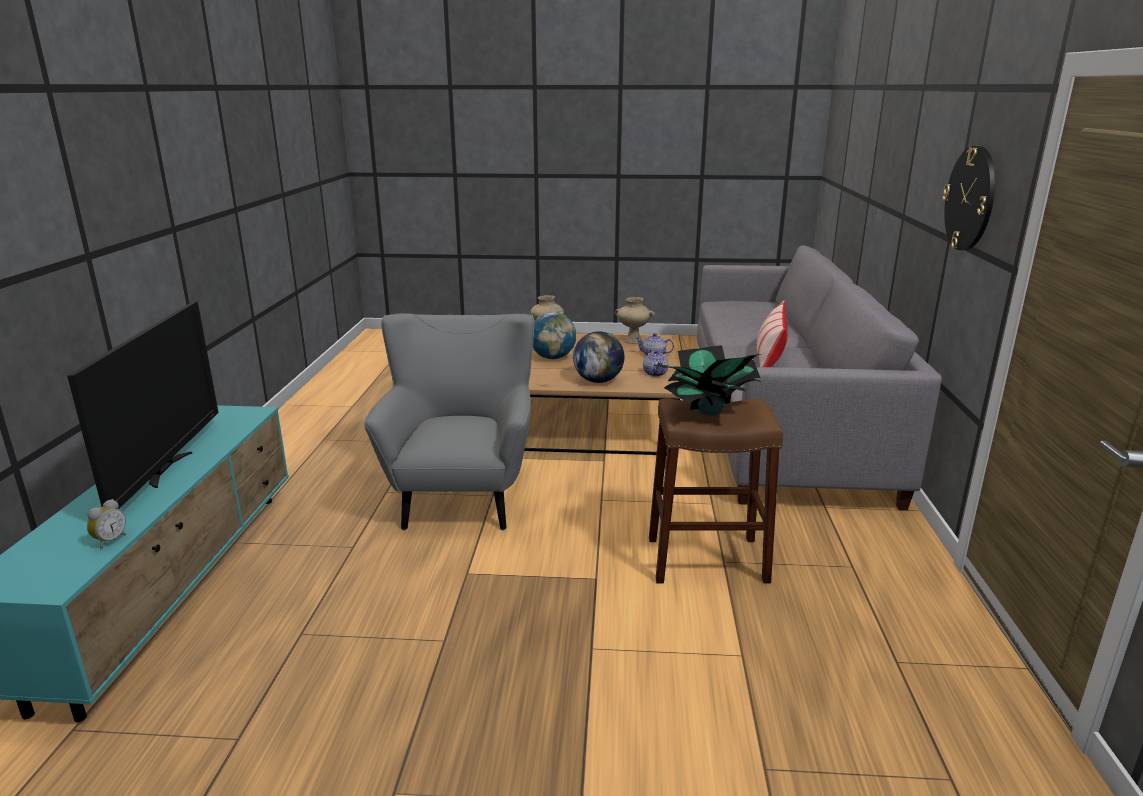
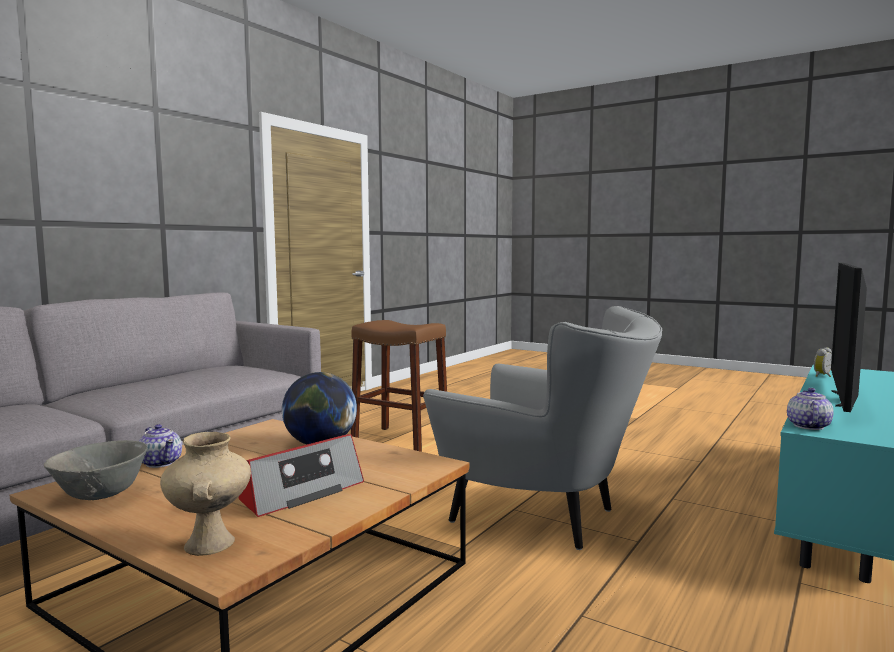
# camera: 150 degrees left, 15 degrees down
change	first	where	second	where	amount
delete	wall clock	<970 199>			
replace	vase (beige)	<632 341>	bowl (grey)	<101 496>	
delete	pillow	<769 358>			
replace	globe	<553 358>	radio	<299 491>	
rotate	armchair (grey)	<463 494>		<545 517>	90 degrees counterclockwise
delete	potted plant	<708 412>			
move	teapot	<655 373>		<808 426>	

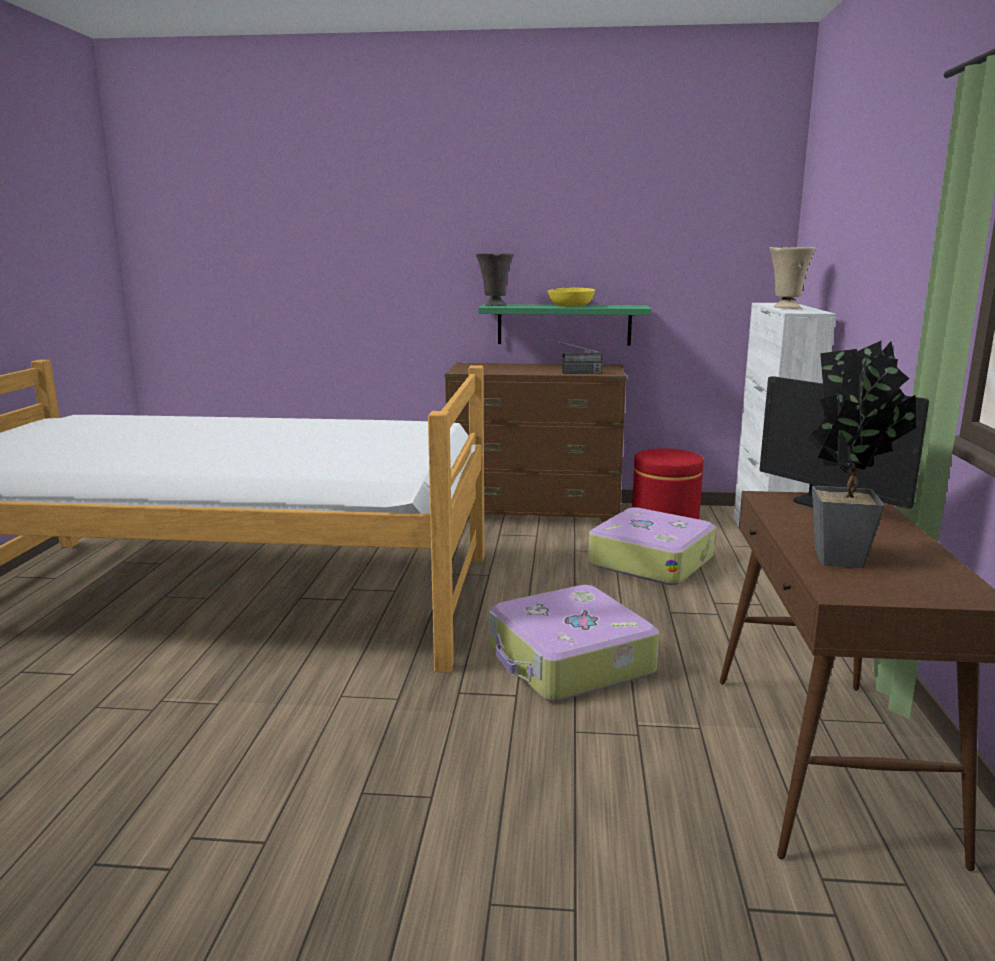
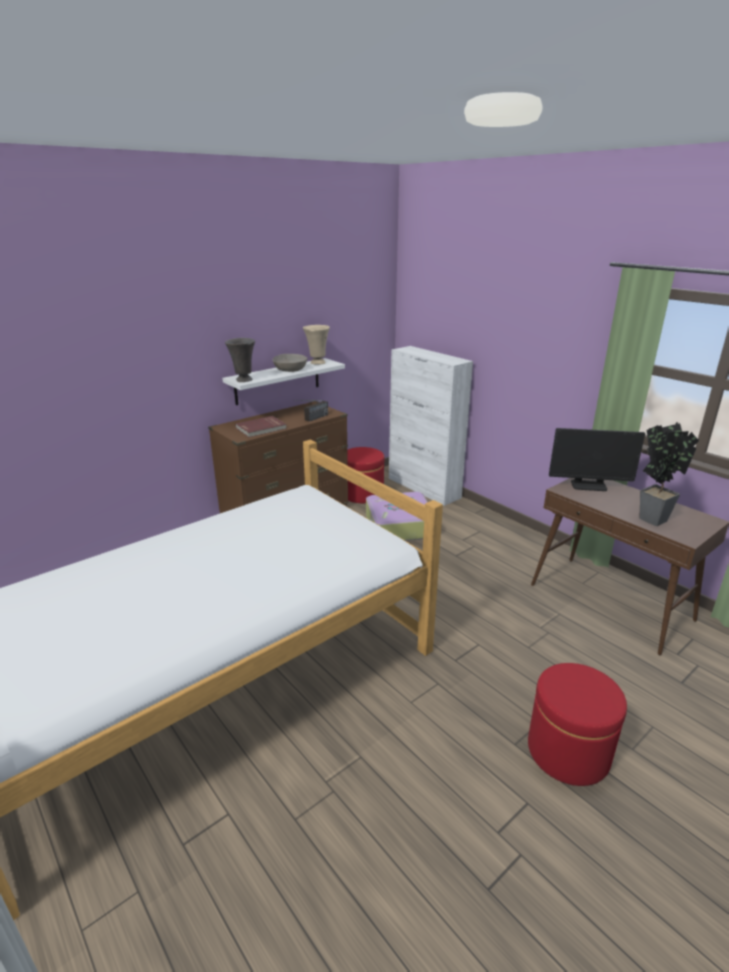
# camera: 45 degrees left, 10 degrees up
change	first	where	second	where	amount
move	vase (beige)	<786 308>		<317 363>	
recolor	bowl (yellow)	<571 306>	bowl (grey)	<290 369>	
recolor	shelf (green)	<564 324>	shelf (white)	<277 381>	
delete	suitcase	<569 662>			
insert			book (red)	<261 428>	
insert			ottoman (red)	<568 751>	

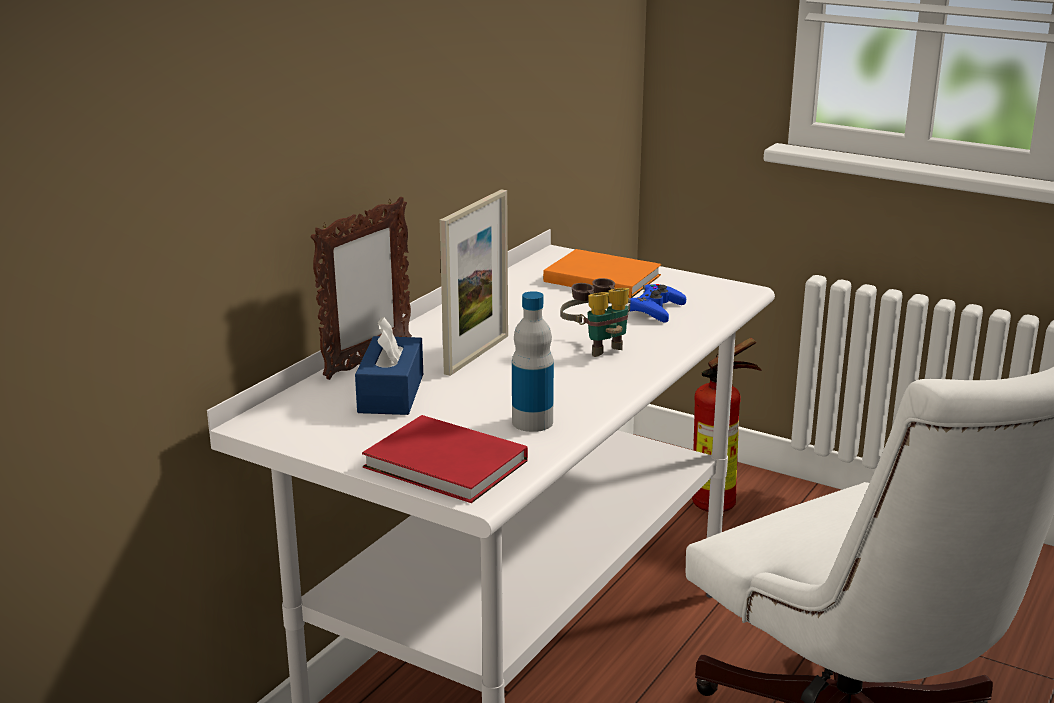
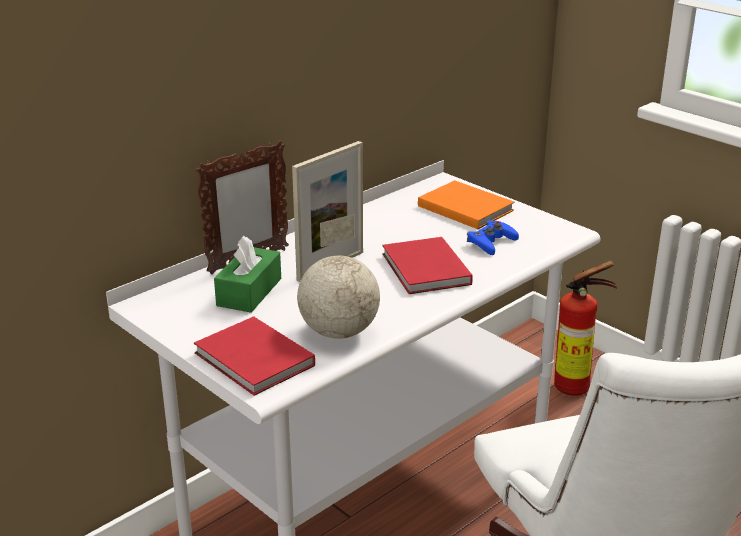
# camera: 15 degrees right, 5 degrees up
change	first	where	second	where	amount
replace	binoculars	<596 346>	book (red)	<425 270>	
replace	bottle	<532 422>	globe	<338 332>	
recolor	tissue box (blue)	<391 393>	tissue box (green)	<249 292>	

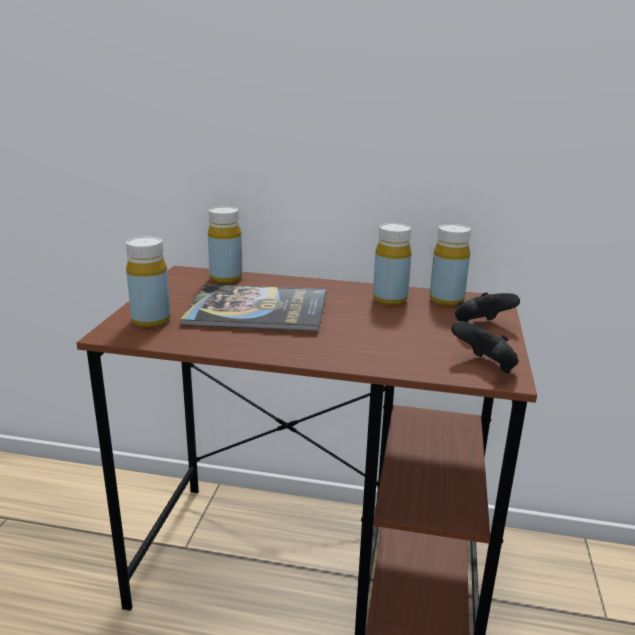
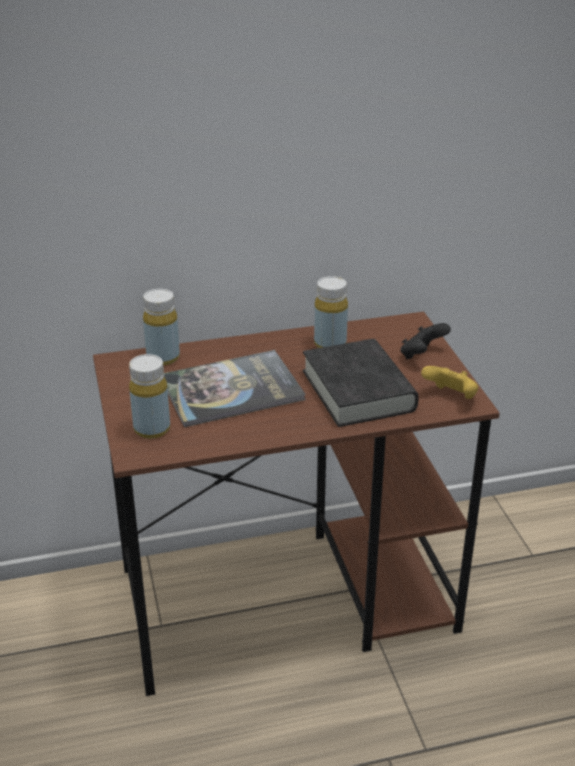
# camera: 25 degrees left, 10 degrees up
change	first	where	second	where	amount
delete	bottle (yellow)	<446 300>			
recolor	game controller (black)	<485 366>	game controller (yellow)	<451 397>	
insert			book (black)	<358 391>	

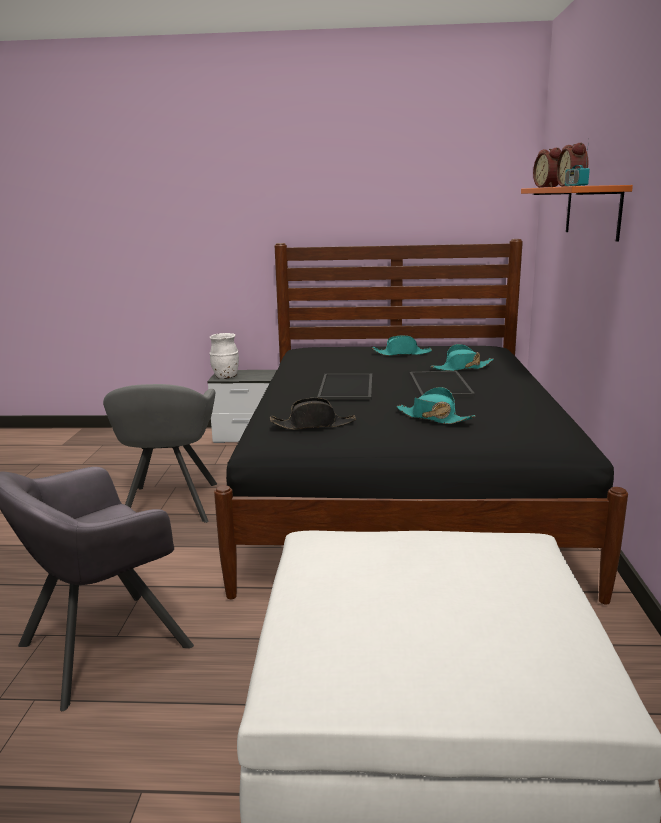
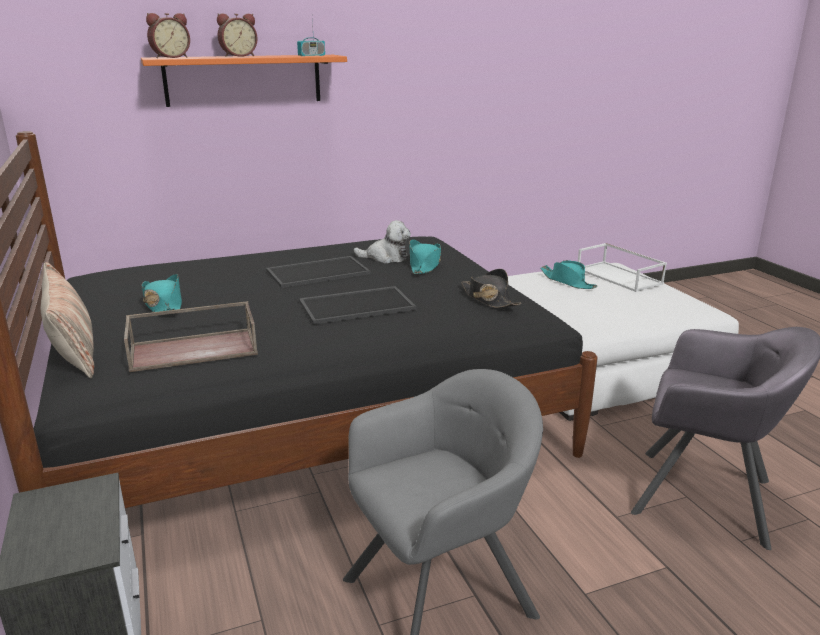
# camera: 115 degrees left, 5 degrees up
change	first	where	second	where	amount
delete	vase (white)	<225 377>			
move	hat (turquoise)	<462 368>		<567 281>	
insert			plush toy	<386 258>	
insert			tray (white)	<620 276>	
insert			pillow	<72 347>	
insert			tray (brown)	<195 349>	

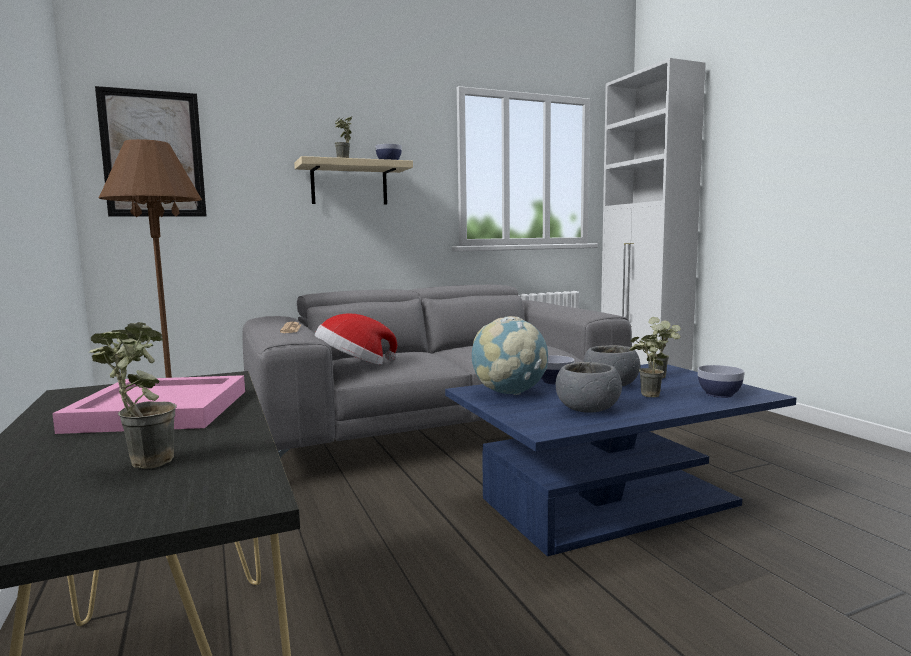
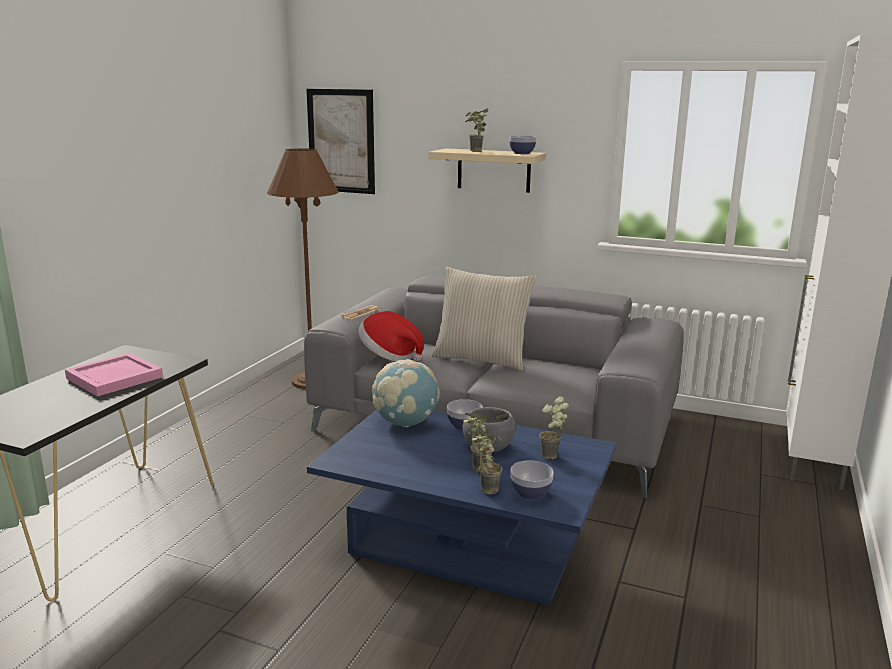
# camera: 45 degrees right, 10 degrees up
change	first	where	second	where	amount
move	potted plant	<138 464>		<484 489>	
delete	bowl (grey)	<588 409>			
insert			pillow (beige)	<481 359>	

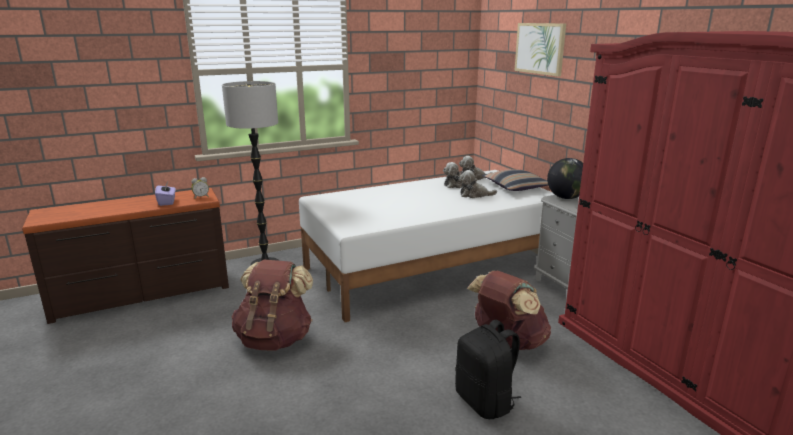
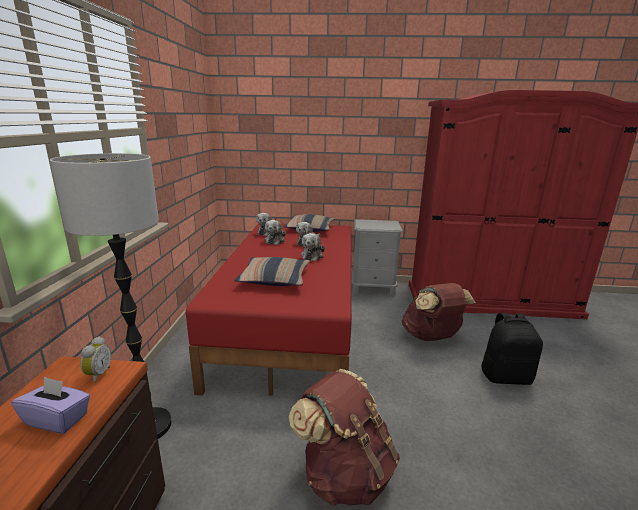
# camera: 60 degrees left, 0 degrees up
change	first	where	second	where	amount
delete	picture	<540 48>			
delete	globe	<566 198>			
recolor	bed (white)	<433 268>	bed (red)	<292 322>	
insert			plush toy	<313 255>	
insert			pillow	<274 279>	

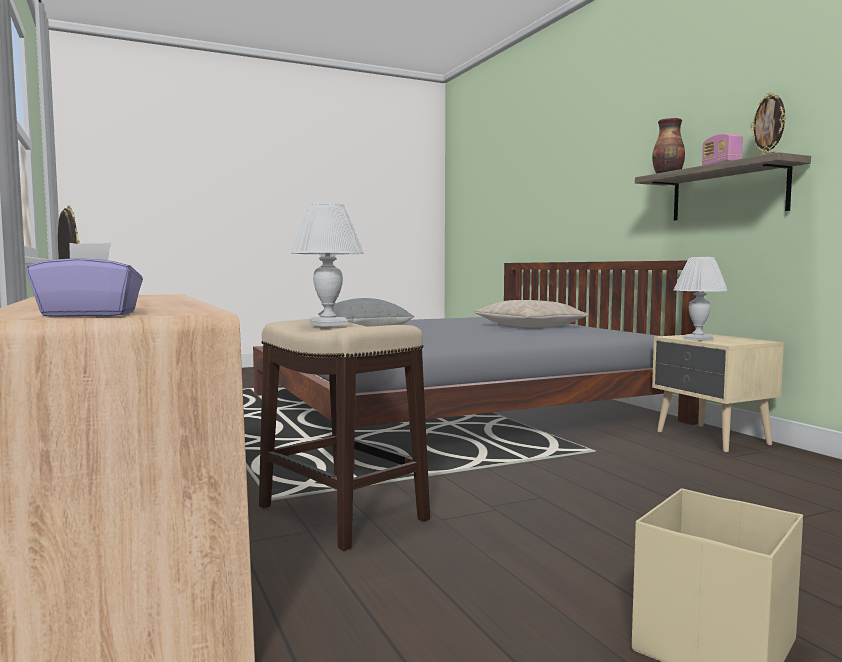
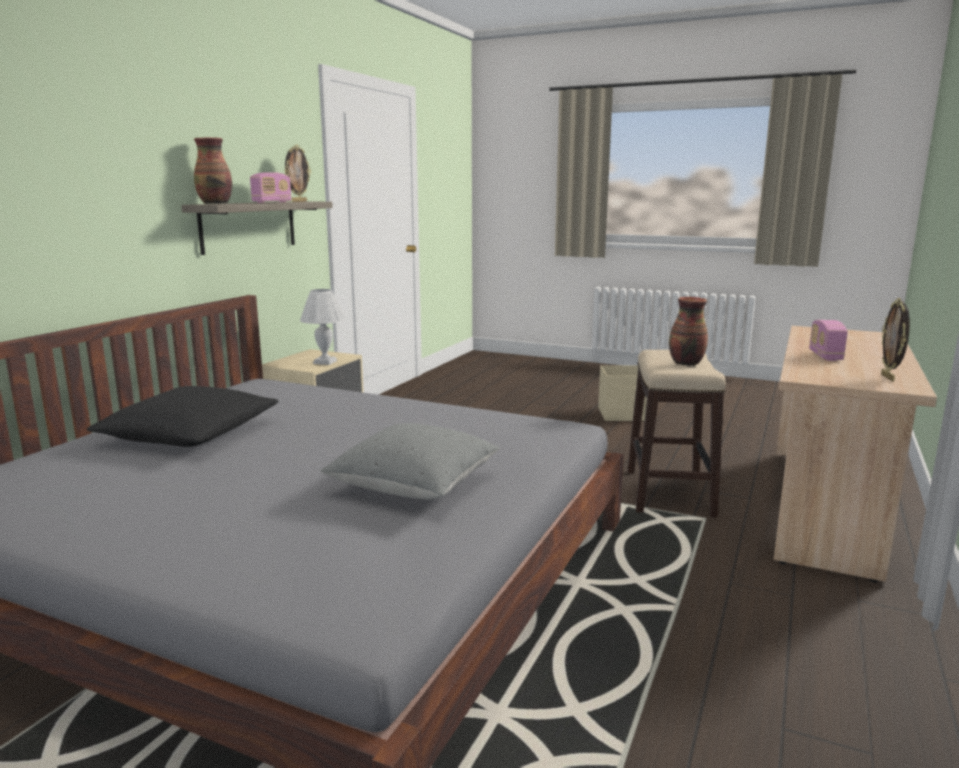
# camera: 130 degrees left, 10 degrees up
change	first	where	second	where	amount
replace	table lamp (white)	<329 324>	vase	<685 363>	
delete	tissue box (purple)	<90 315>			
recolor	pillow (beige)	<529 326>	pillow (black)	<189 434>	
insert			radio	<825 356>	

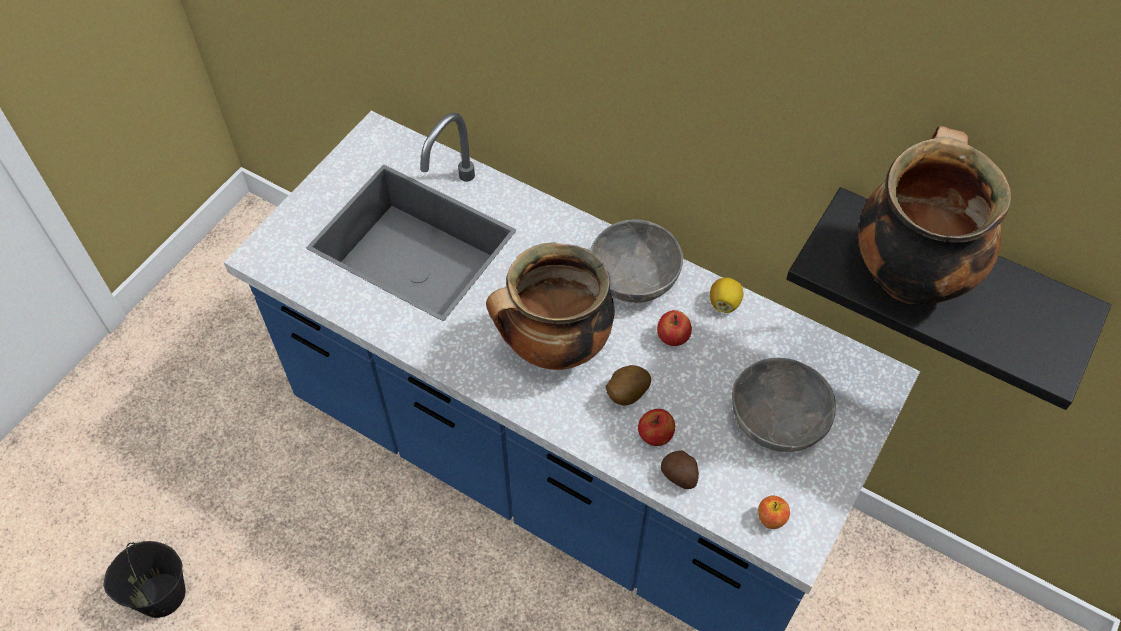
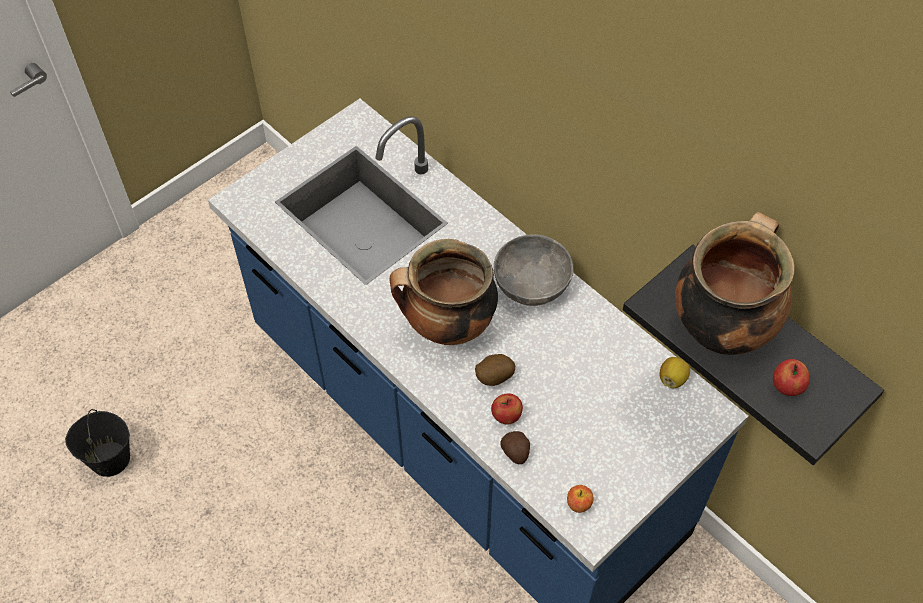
# camera: 15 degrees right, 0 degrees up
change	first	where	second	where	amount
move	lemon	<724 303>		<672 379>	
move	apple	<672 338>		<787 387>	
delete	bowl (grey)	<776 420>			

